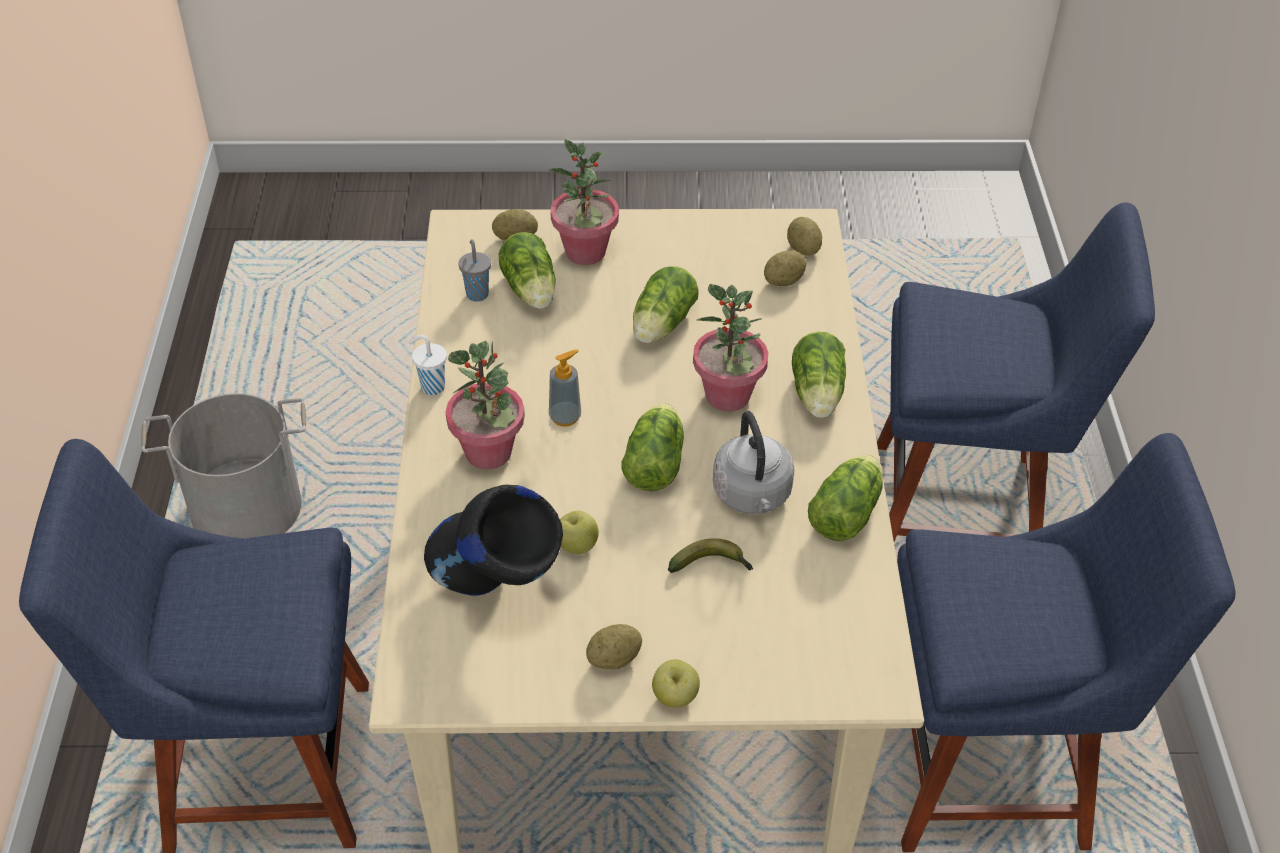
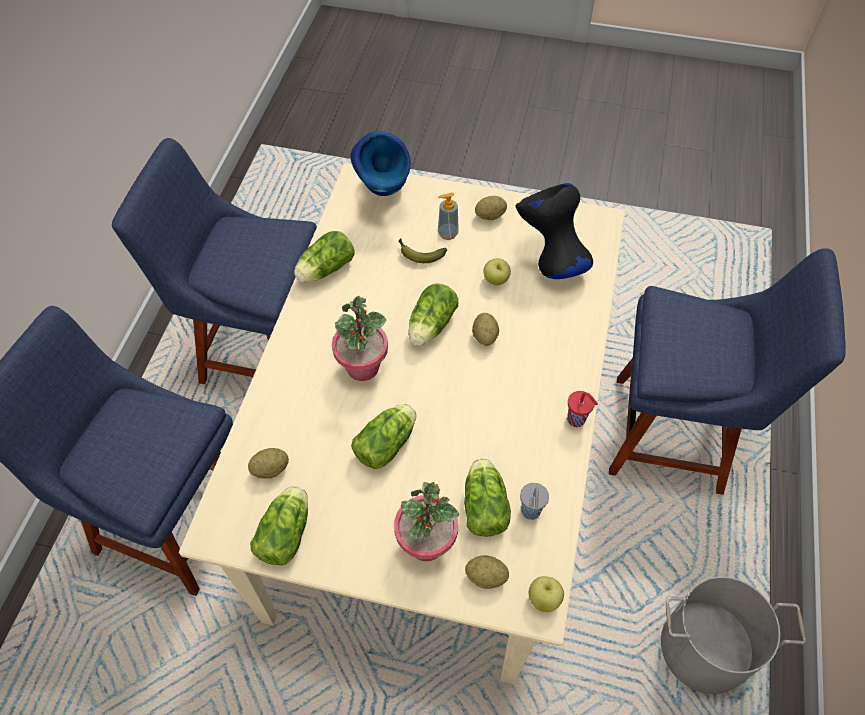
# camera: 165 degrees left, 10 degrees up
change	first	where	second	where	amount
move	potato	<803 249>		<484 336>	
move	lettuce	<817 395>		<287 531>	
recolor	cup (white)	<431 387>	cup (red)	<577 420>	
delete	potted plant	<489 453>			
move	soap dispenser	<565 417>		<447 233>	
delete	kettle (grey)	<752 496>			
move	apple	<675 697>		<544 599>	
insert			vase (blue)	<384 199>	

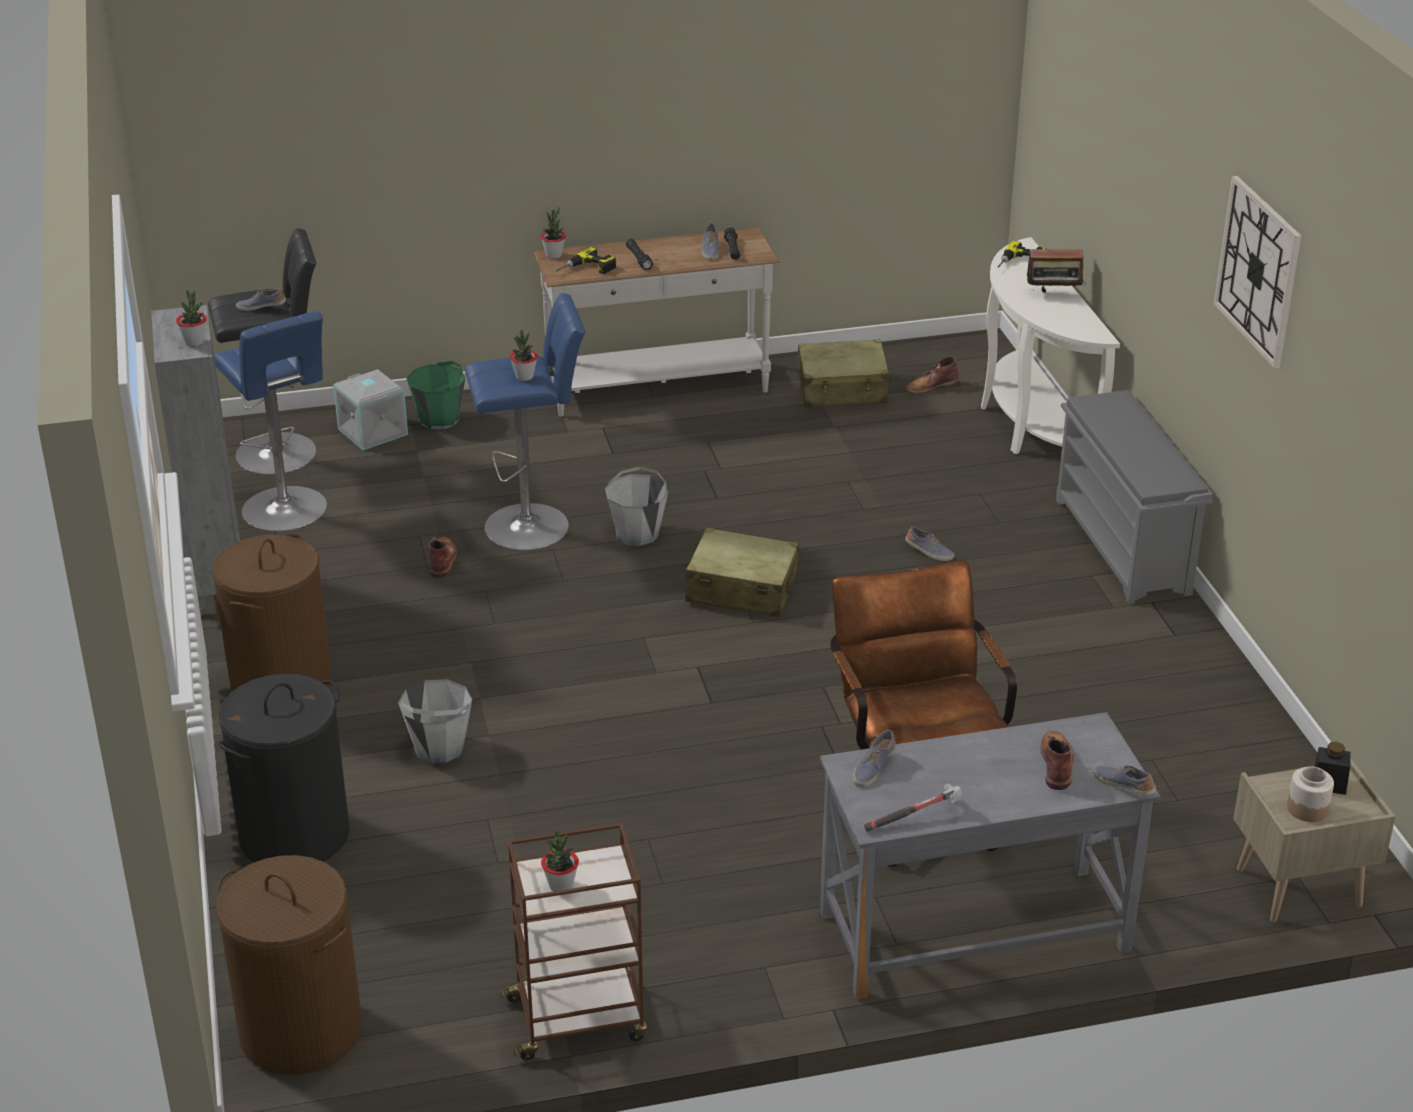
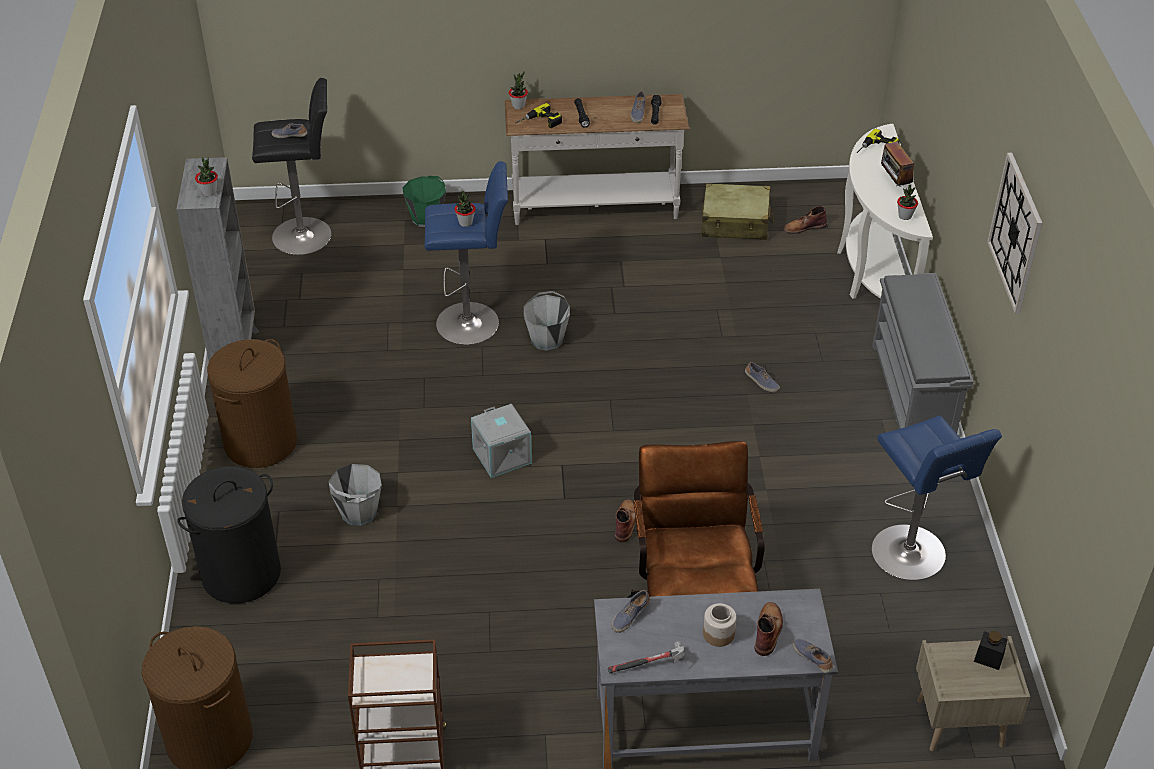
# camera: 10 degrees right, 10 degrees up
change	first	where	second	where	amount
rotate	radio	<1053 295>		<894 183>	60 degrees clockwise
move	stool (blue)	<287 511>		<911 556>	
move	storage box (grey)	<374 431>		<503 456>	
delete	suitcase (beige)	<741 589>			
move	boot (brown)	<442 560>		<626 522>	
move	jar	<1307 808>		<719 634>	
move	potted plant	<561 886>		<905 216>	

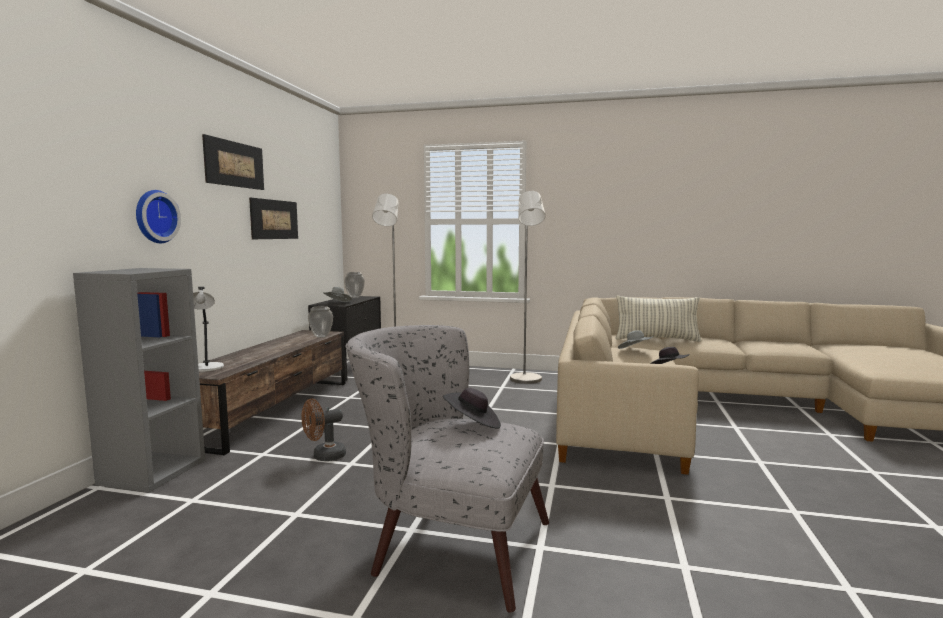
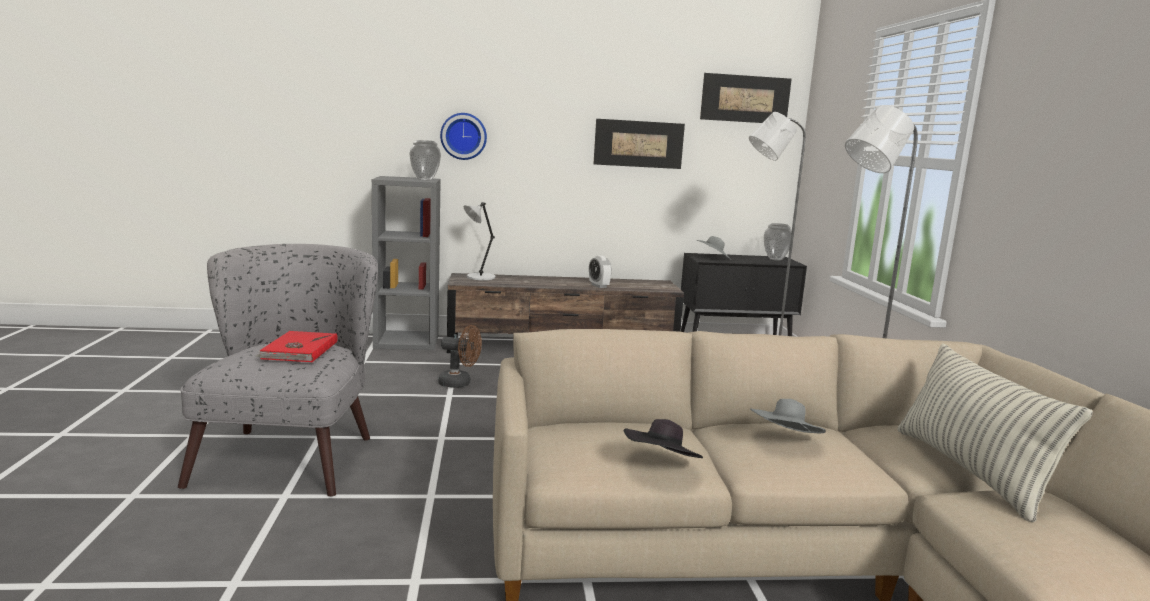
# camera: 70 degrees right, 5 degrees up
change	first	where	second	where	amount
move	picture	<234 164>		<745 99>	
move	vase	<321 336>		<425 179>	
replace	hat (black)	<472 424>	book (red)	<298 350>	
rotate	fan (brown)	<324 456>		<460 383>	150 degrees clockwise
insert			alarm clock	<599 286>	

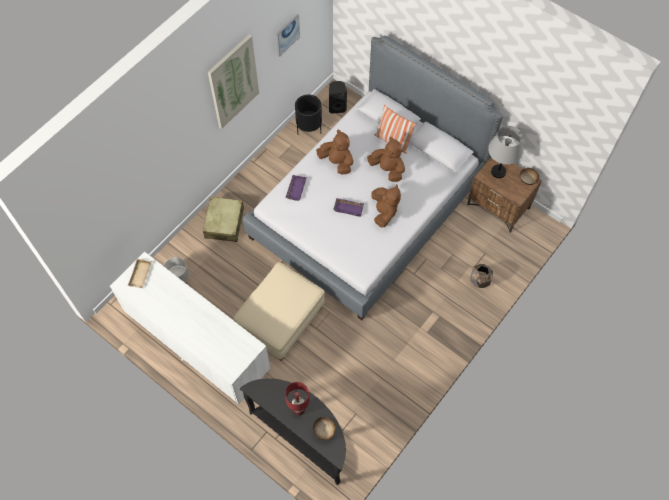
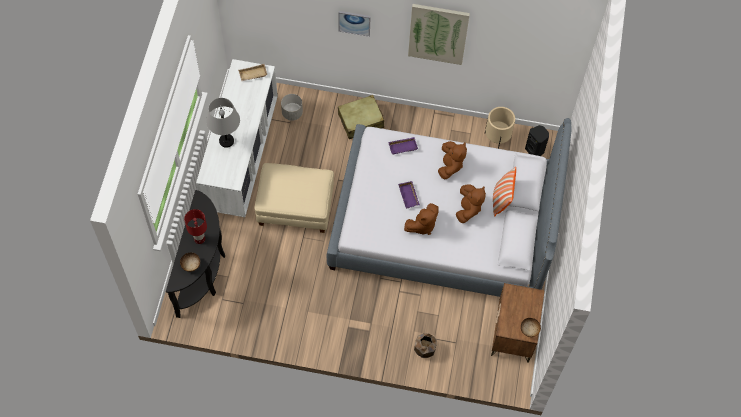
# camera: 60 degrees right, 0 degrees up
change	first	where	second	where	amount
move	picture	<287 35>		<354 22>	
recolor	planter (black)	<309 128>	planter (beige)	<497 139>	
move	table lamp (grey)	<498 171>		<226 141>	

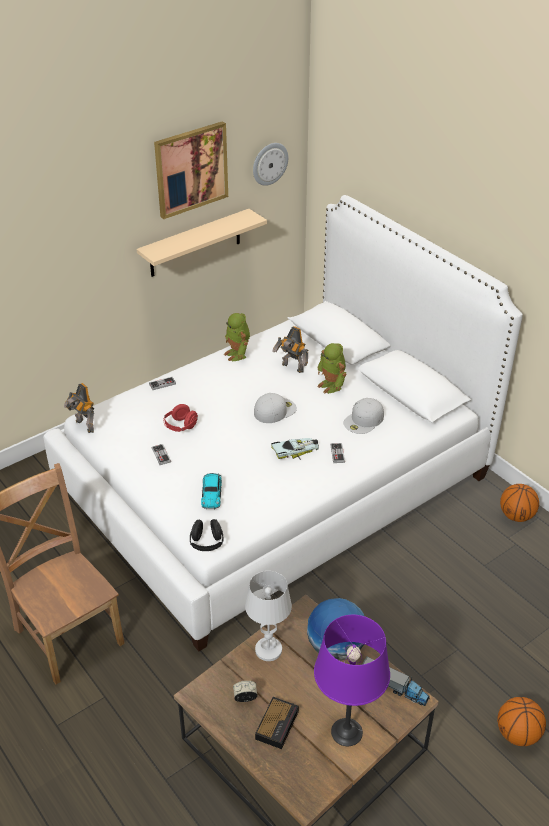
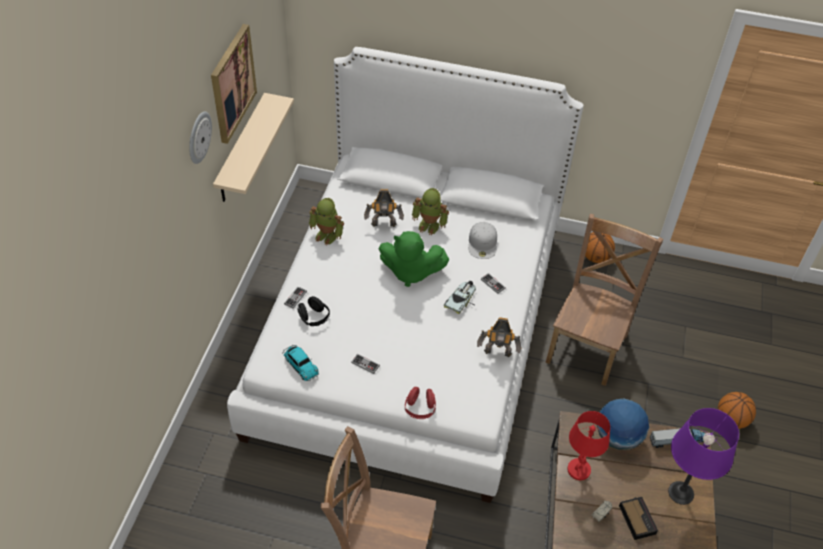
# camera: 40 degrees left, 10 degrees up
change	first	where	second	where	amount
move	wall clock	<269 163>		<198 137>	
move	toy robot	<84 426>		<497 354>	
replace	cap (white)	<275 410>	plush toy (green)	<410 272>	
move	headphones (red)	<180 426>		<420 409>	
move	toy car	<211 493>		<300 364>	
move	headphones (black)	<207 543>		<314 318>	
recolor	table lamp (white)	<268 650>	table lamp (red)	<579 470>	
insert			chair (brown)	<588 346>	

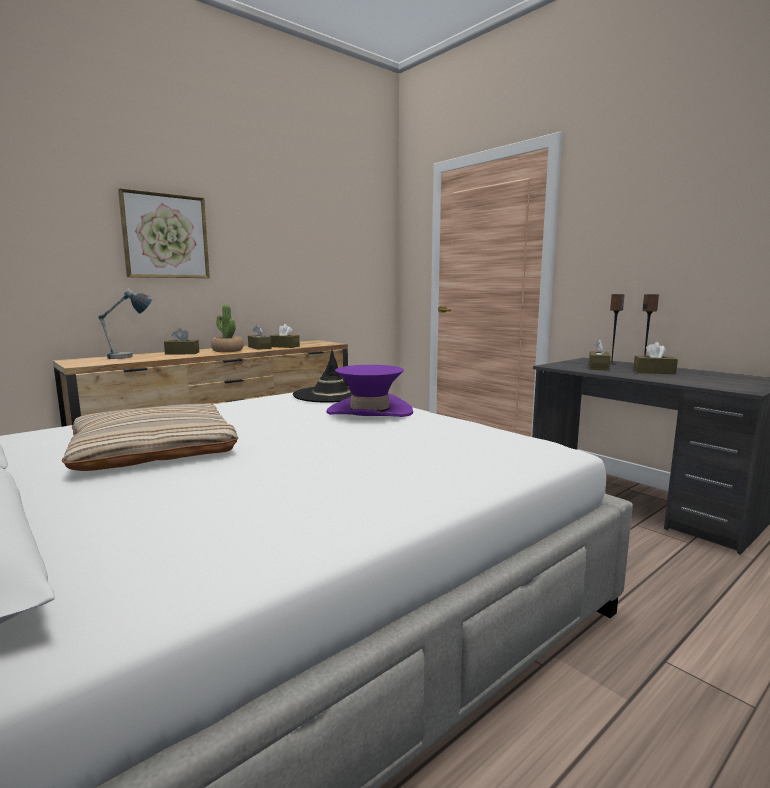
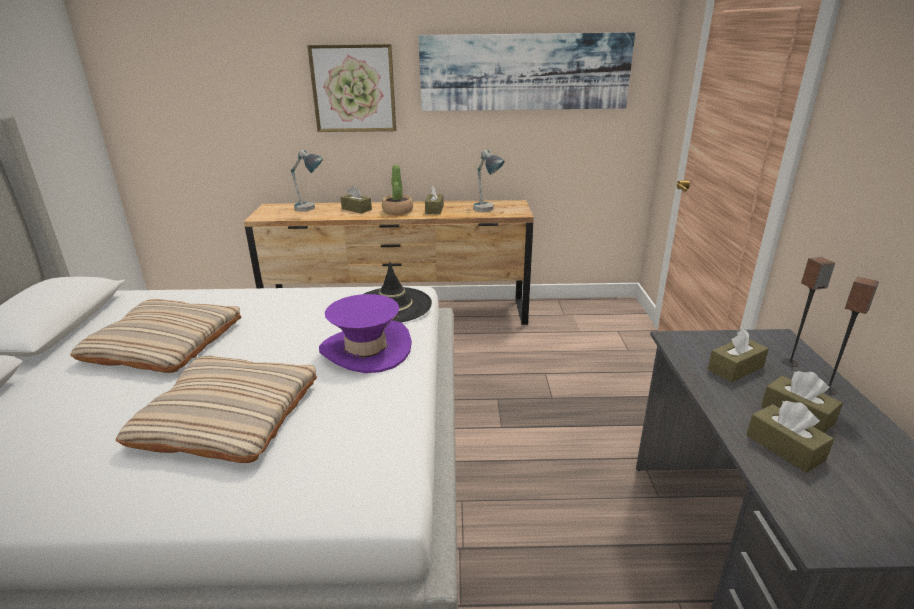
# camera: 40 degrees right, 15 degrees up
change	first	where	second	where	amount
move	tissue box (brown)	<284 346>		<784 447>	
insert			picture	<524 72>	
insert			table lamp	<487 211>	
insert			pillow (beige)	<228 415>	

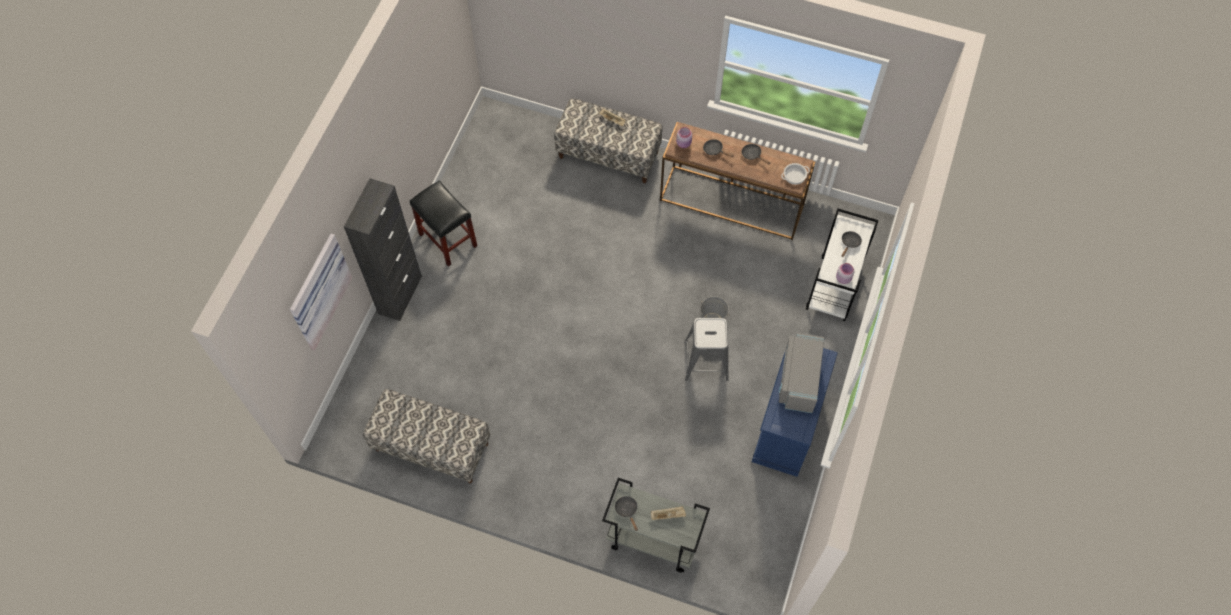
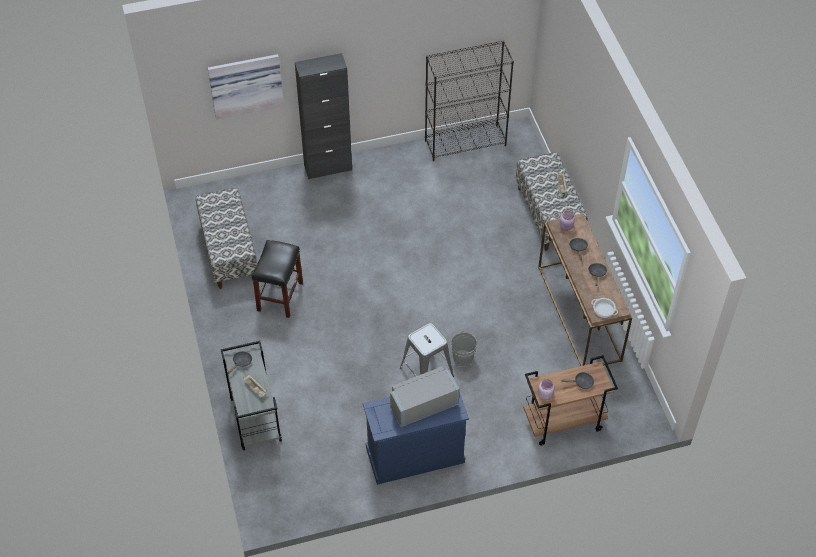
# camera: 55 degrees right, 10 degrees down
change	first	where	second	where	amount
move	stool (black)	<448 240>		<280 297>	
recolor	cart (white)	<833 289>	cart (brown)	<563 422>	
insert			bookcase (black)	<465 142>	

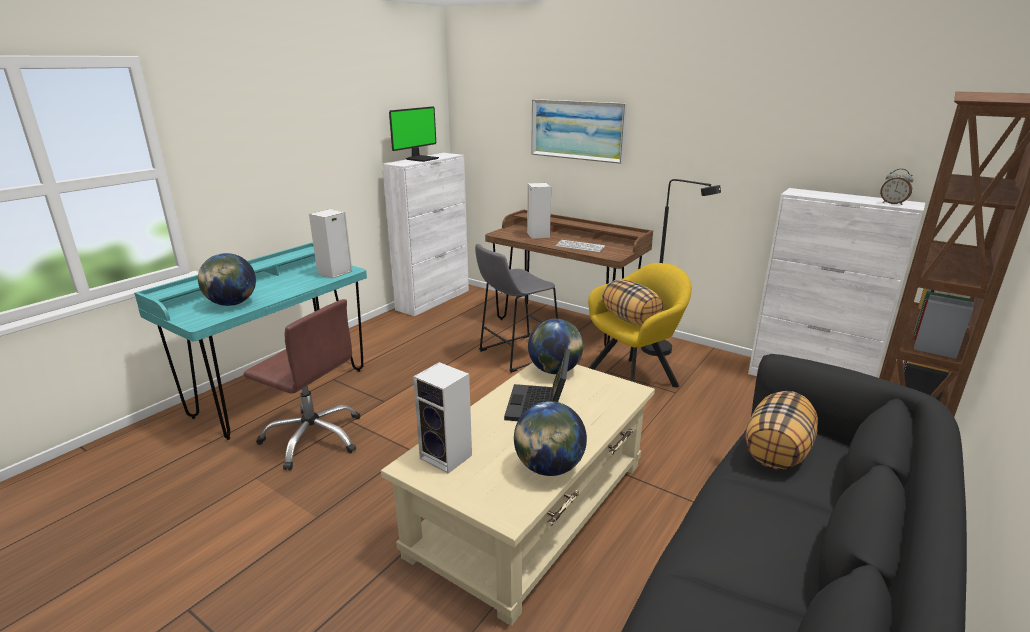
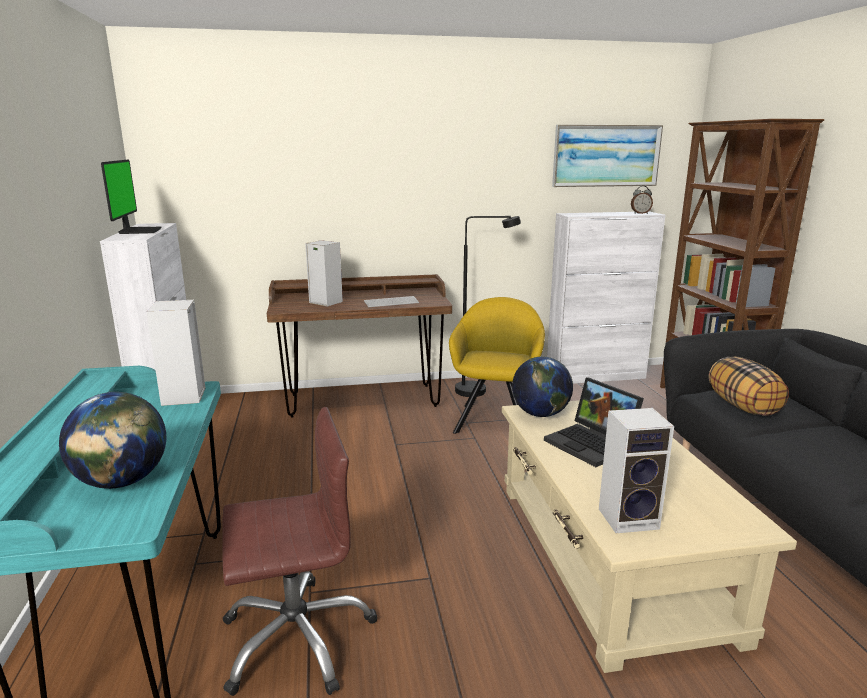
# camera: 45 degrees left, 5 degrees down
change	first	where	second	where	amount
move	picture	<577 130>		<606 156>	
delete	stool (grey)	<515 354>			
delete	pillow	<630 319>			
delete	globe	<548 468>			

